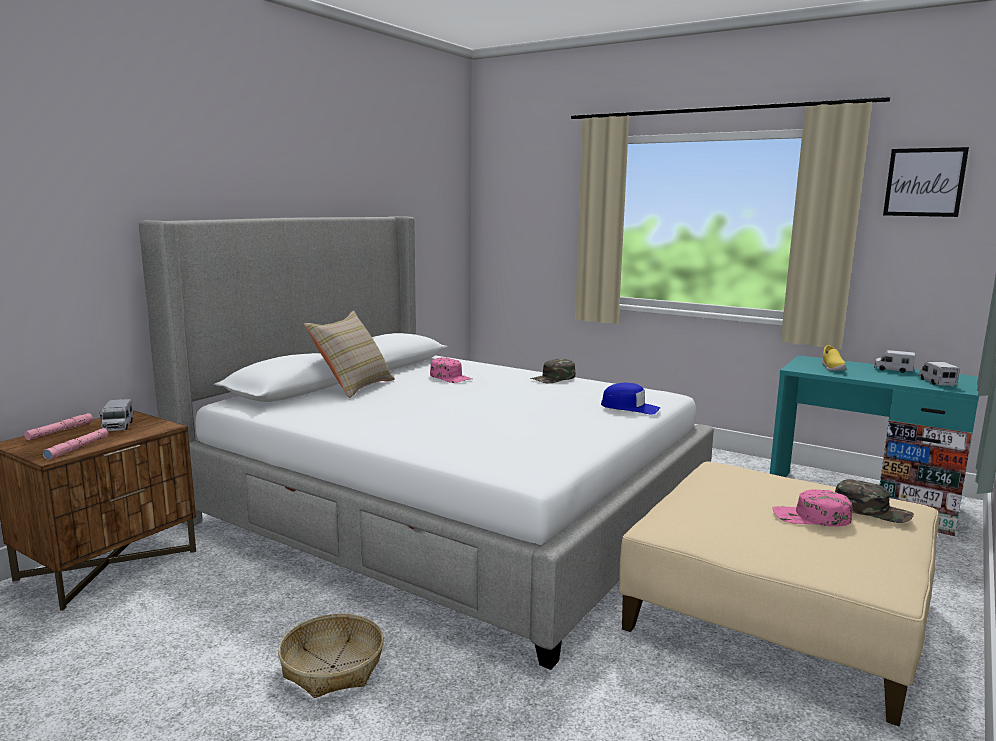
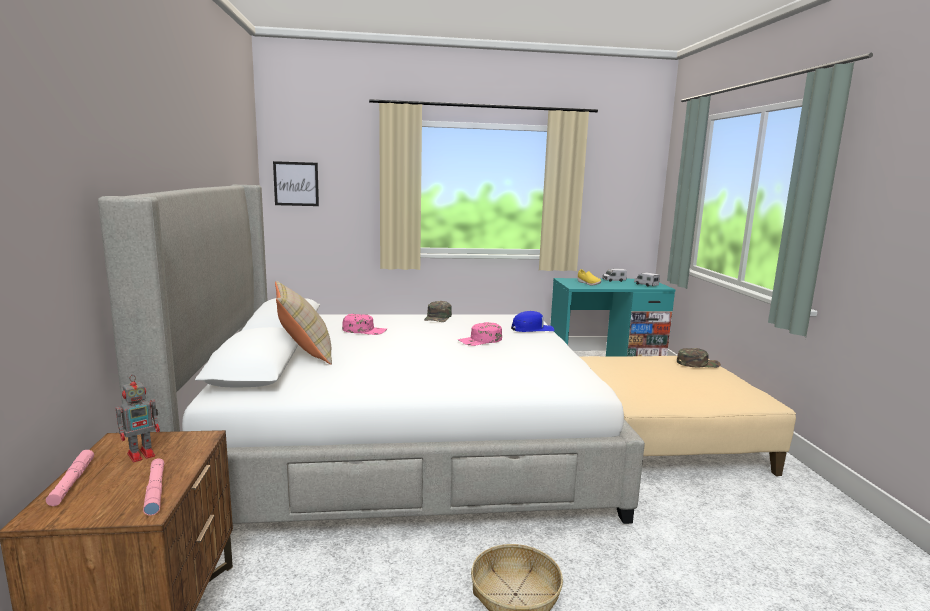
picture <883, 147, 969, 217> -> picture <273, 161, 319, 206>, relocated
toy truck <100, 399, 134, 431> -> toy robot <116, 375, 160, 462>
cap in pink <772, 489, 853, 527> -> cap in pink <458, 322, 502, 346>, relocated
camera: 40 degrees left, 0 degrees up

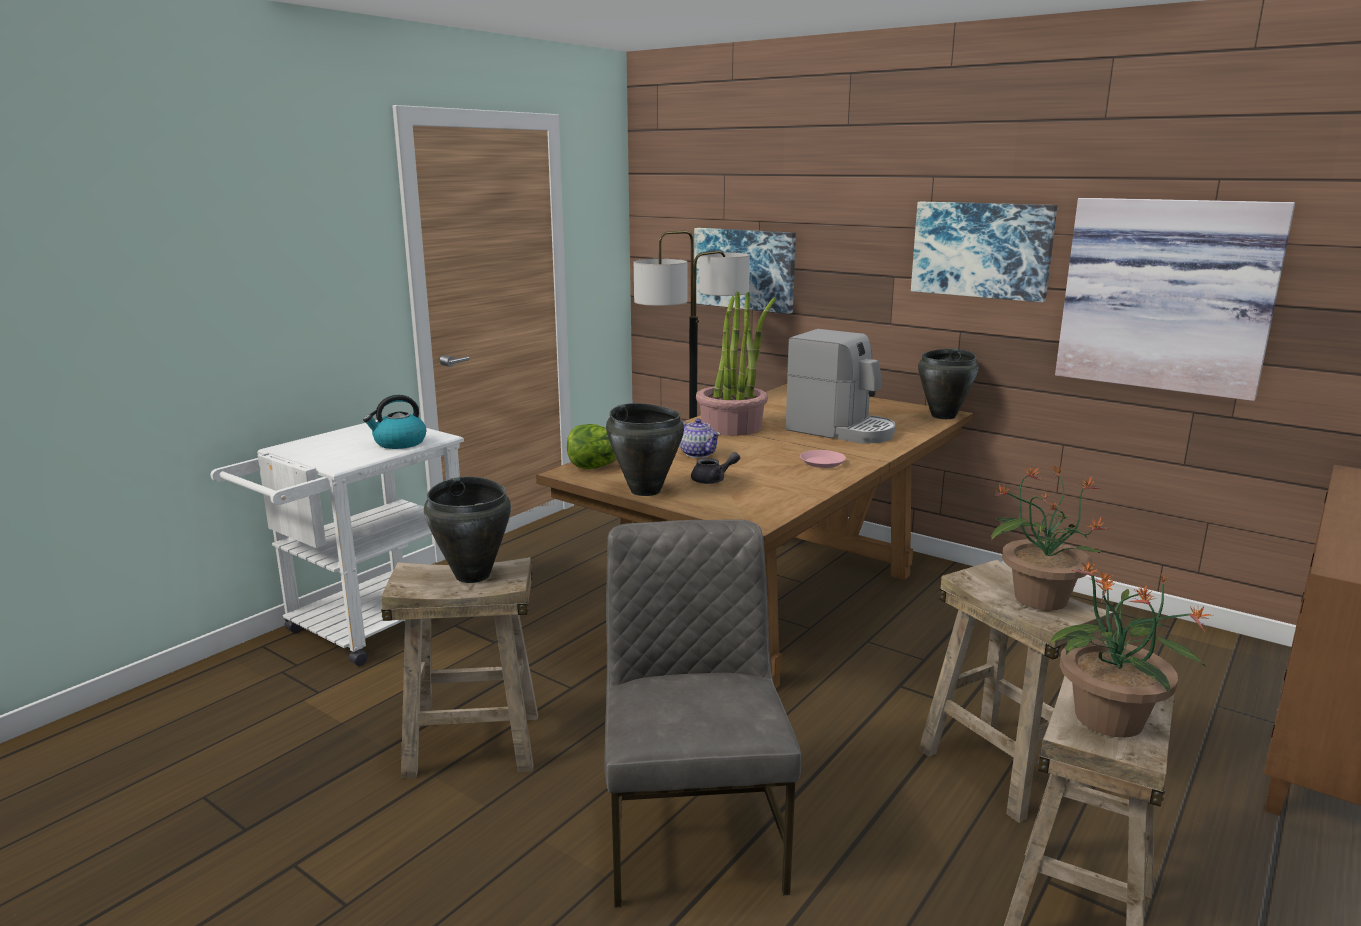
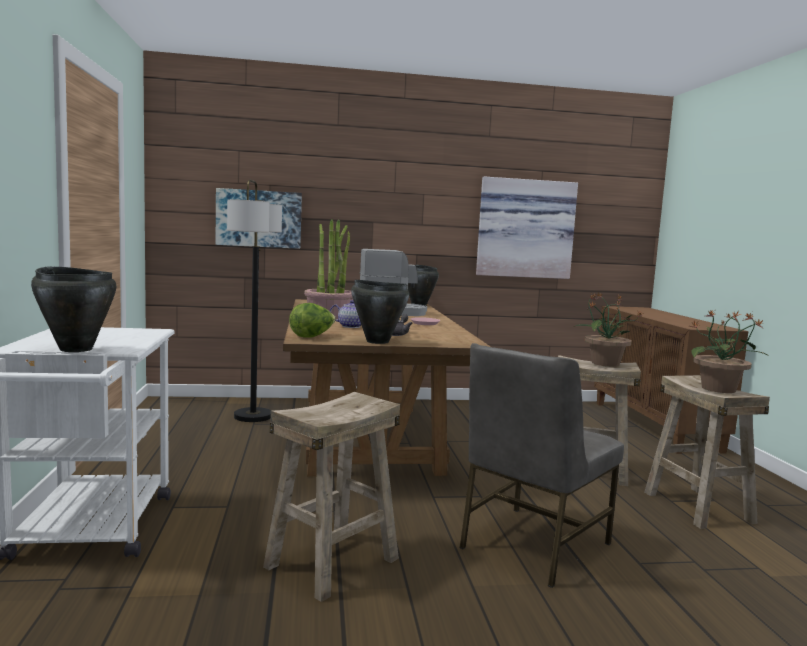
picture <911, 202, 1057, 302> -> none
kettle <363, 395, 426, 449> -> none
cooking pot in black <424, 477, 511, 583> -> cooking pot in black <31, 266, 116, 352>, relocated
chair in grey <604, 520, 801, 908> -> chair in grey <460, 343, 624, 588>, 90 degrees counterclockwise
camera: 45 degrees left, 10 degrees down

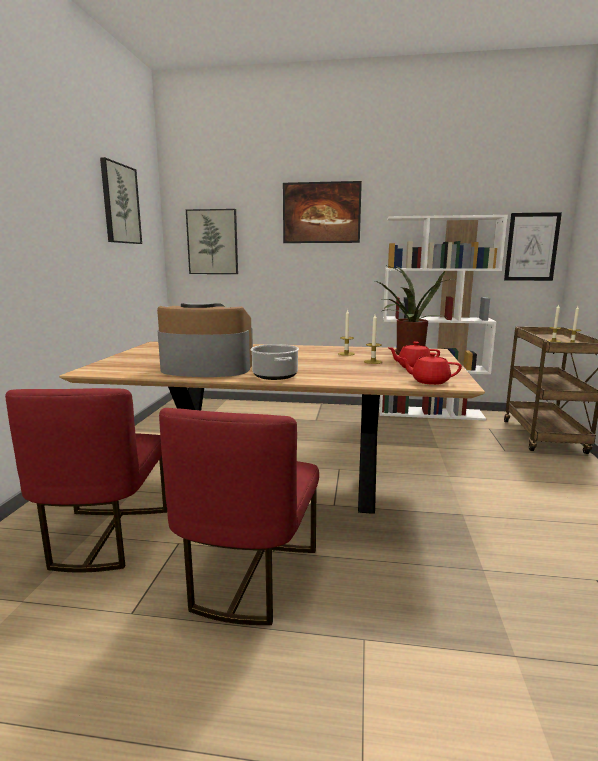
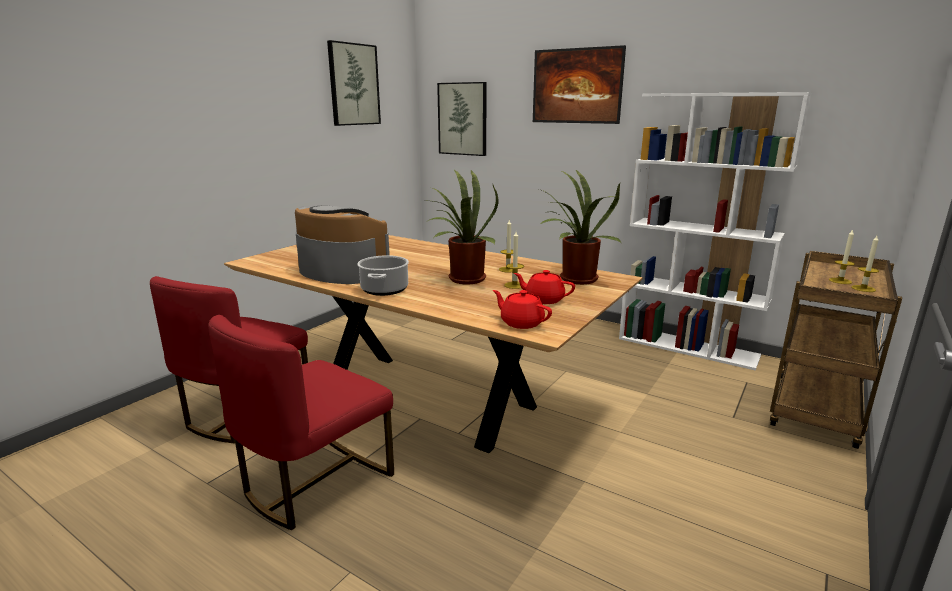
picture <504, 212, 562, 281> -> none
none -> potted plant <428, 169, 498, 284>
camera: 25 degrees right, 5 degrees up

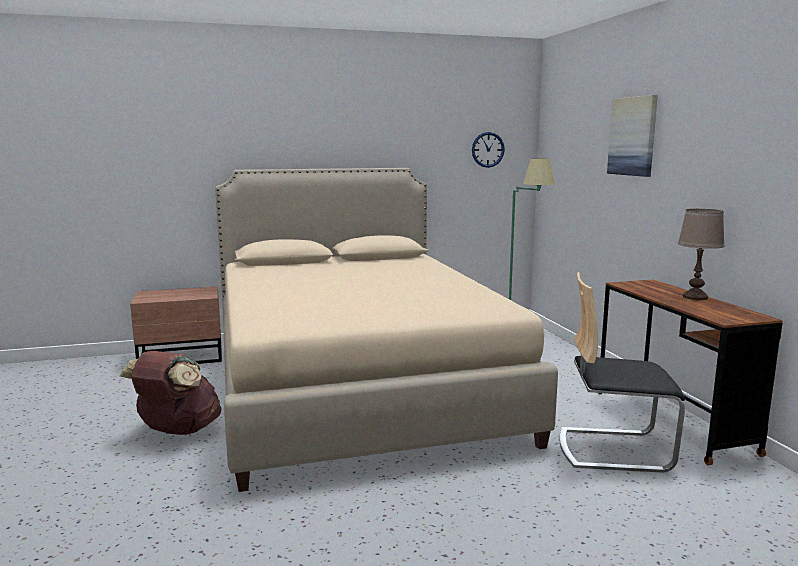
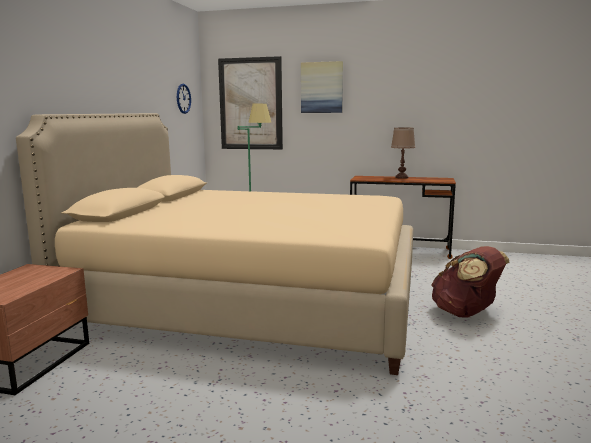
chair <560, 272, 685, 473> -> none
backpack in brown <120, 351, 221, 435> -> backpack in brown <431, 246, 509, 318>, relocated
none -> picture <218, 56, 283, 149>
camera: 60 degrees left, 0 degrees up

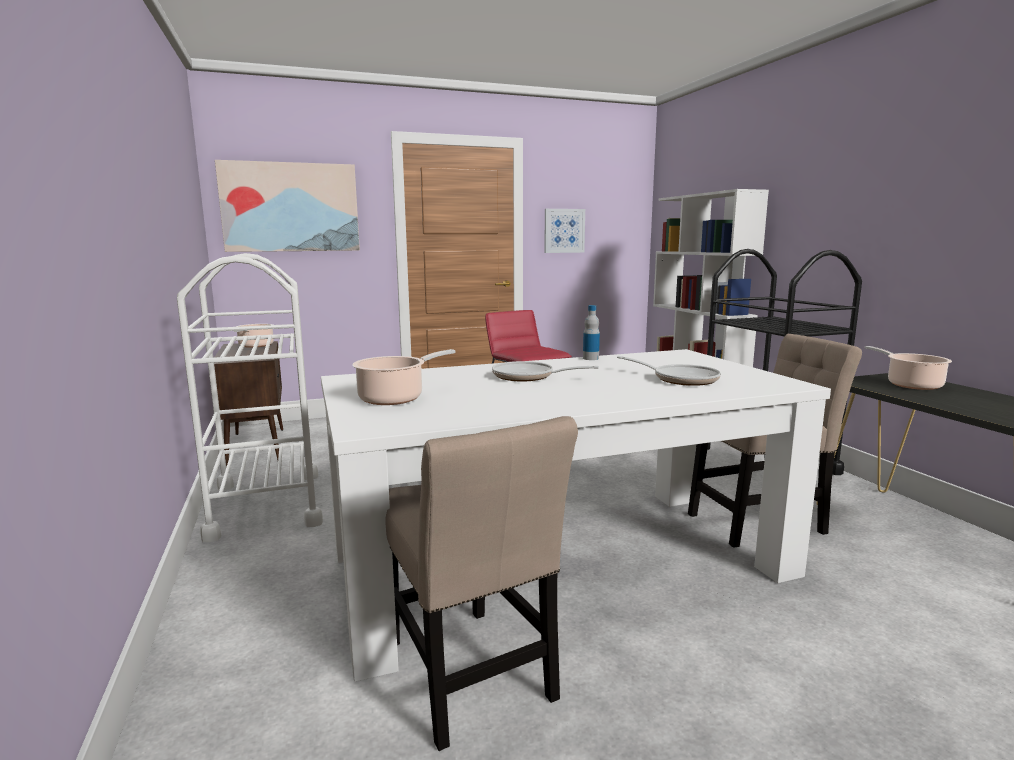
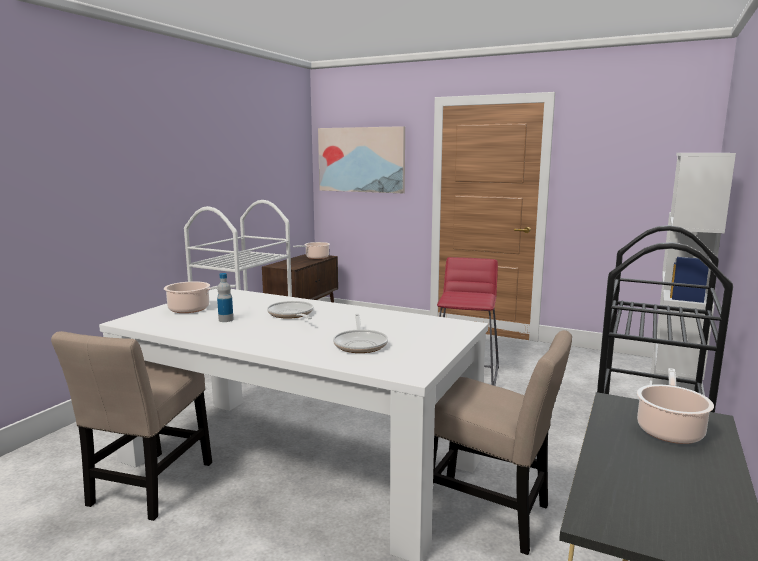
picture <544, 209, 585, 253> -> none
bottle <583, 305, 600, 360> -> bottle <217, 273, 234, 322>, relocated
camera: 45 degrees right, 0 degrees up

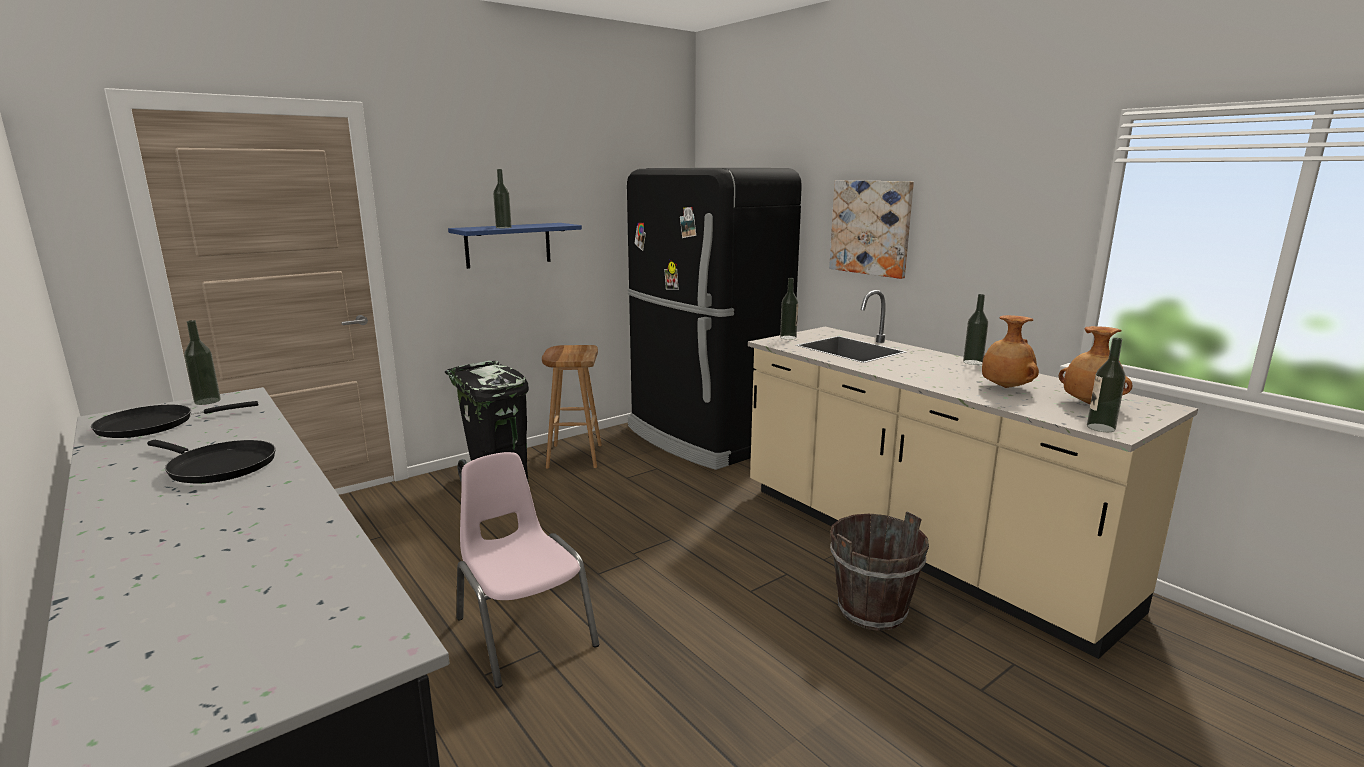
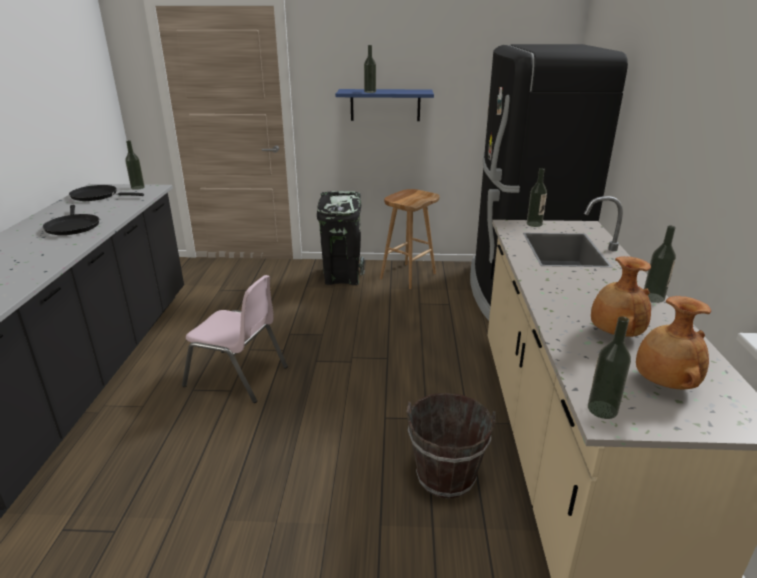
picture <829, 180, 914, 279> -> none
chair in pink <457, 452, 599, 688> -> chair in pink <182, 275, 288, 403>, 105 degrees clockwise
camera: 40 degrees right, 10 degrees up

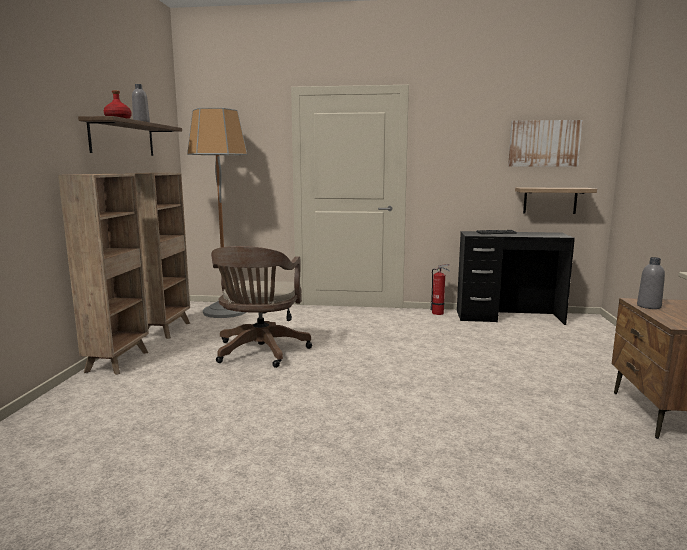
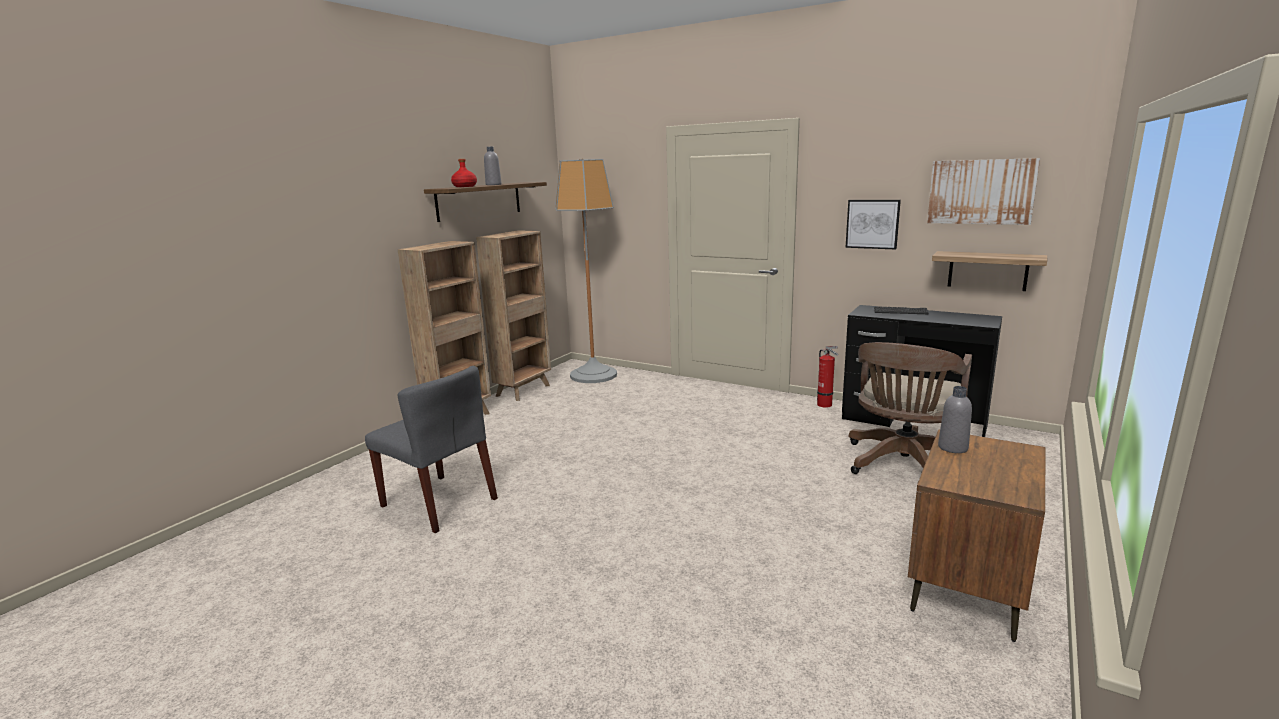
office chair in brown <211, 246, 312, 368> -> office chair in brown <849, 342, 972, 474>, relocated
none -> picture <845, 200, 901, 250>
none -> chair in grey <365, 366, 498, 533>
camera: 25 degrees right, 5 degrees up

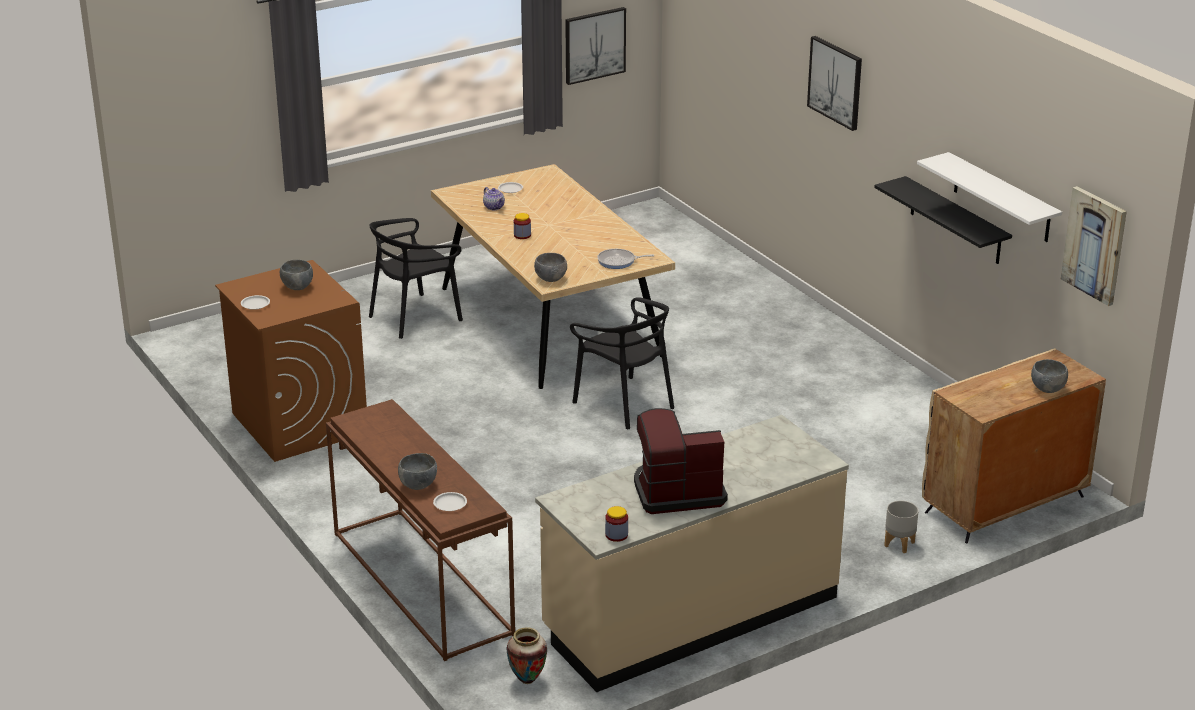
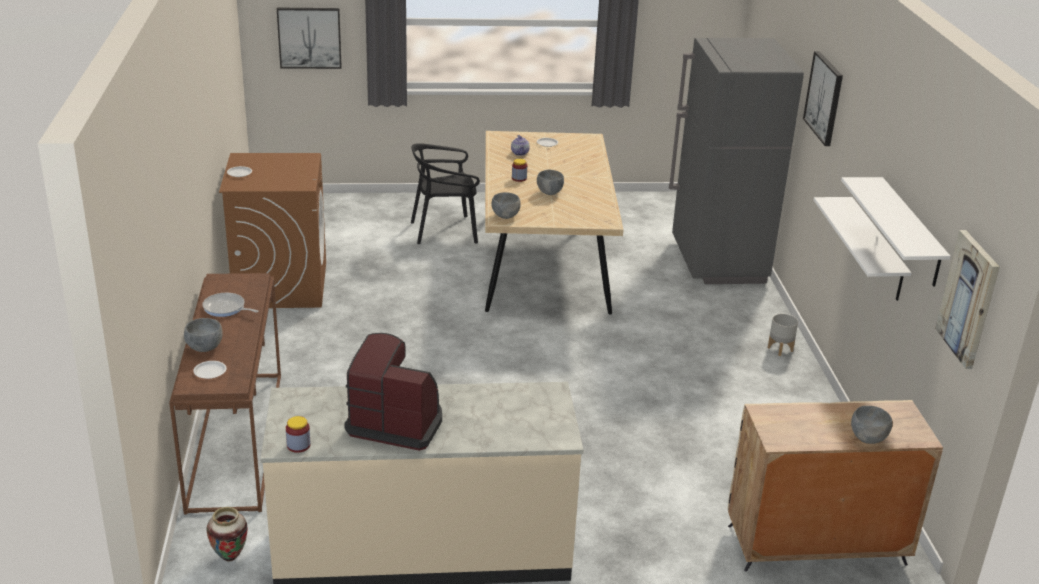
picture <565, 7, 626, 85> -> picture <277, 8, 342, 69>, relocated
shelf in black <874, 176, 1012, 264> -> shelf in white <814, 197, 911, 301>
frying pan <597, 249, 654, 269> -> frying pan <202, 293, 259, 317>, relocated
bowl in grey <280, 260, 313, 290> -> bowl in grey <537, 170, 564, 195>, relocated
chair in black <570, 297, 674, 429> -> none
planter in grey <884, 501, 919, 553> -> planter in grey <768, 314, 798, 356>, relocated
none -> fridge in grey <669, 38, 804, 284>
camera: 25 degrees right, 0 degrees up

